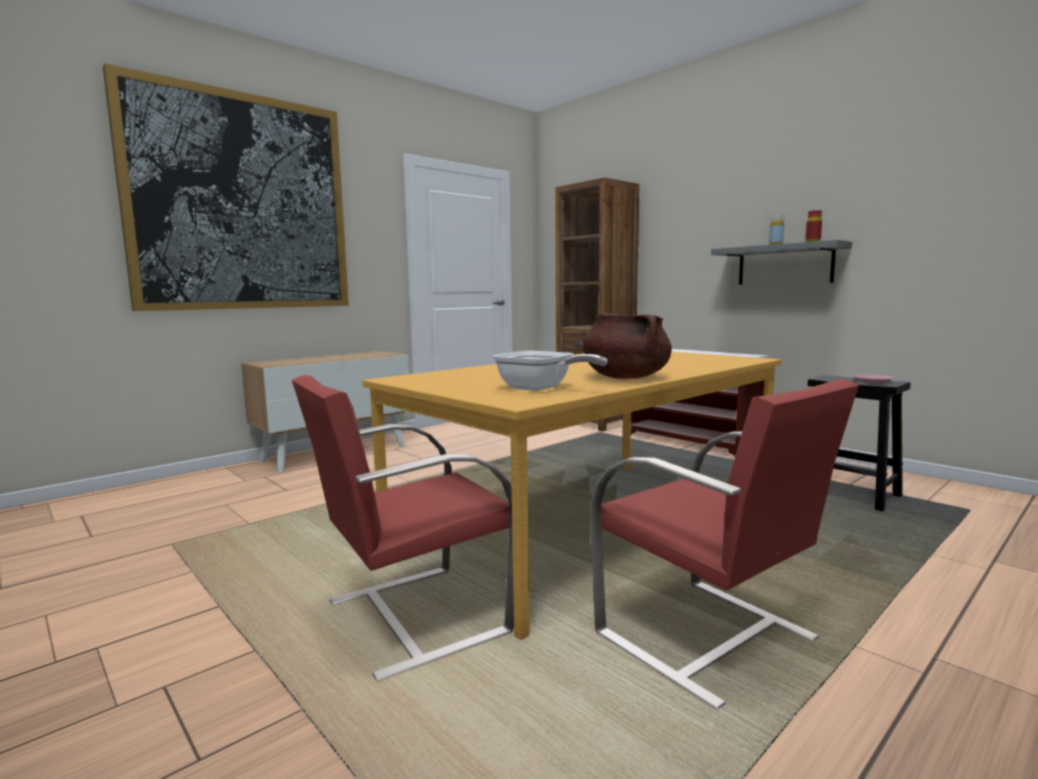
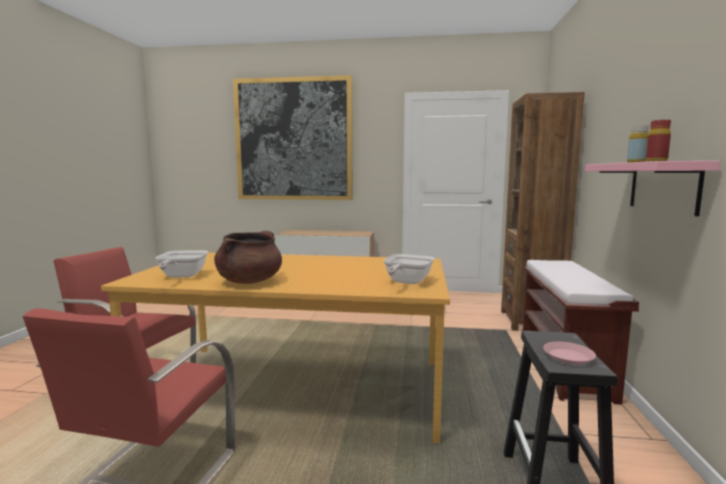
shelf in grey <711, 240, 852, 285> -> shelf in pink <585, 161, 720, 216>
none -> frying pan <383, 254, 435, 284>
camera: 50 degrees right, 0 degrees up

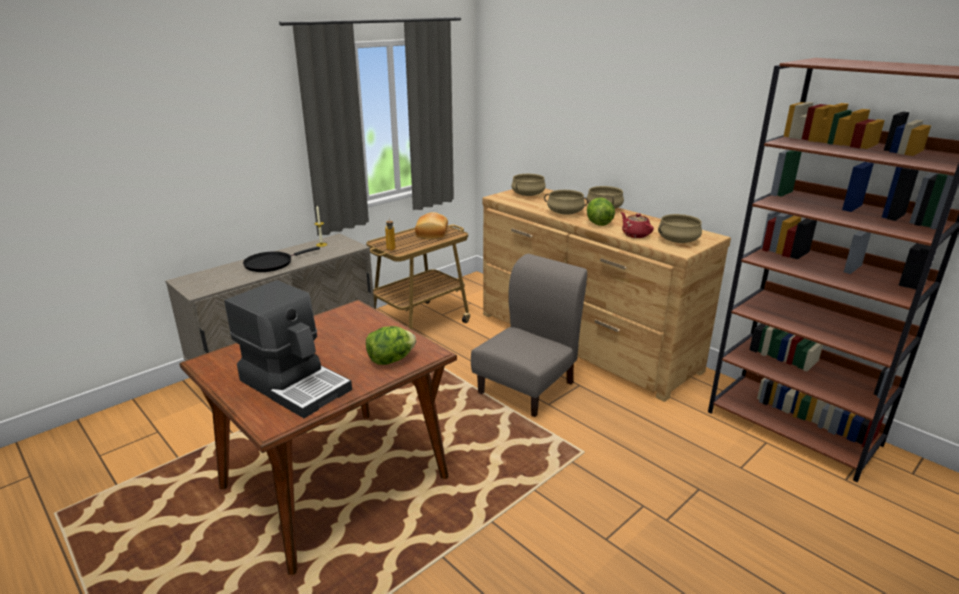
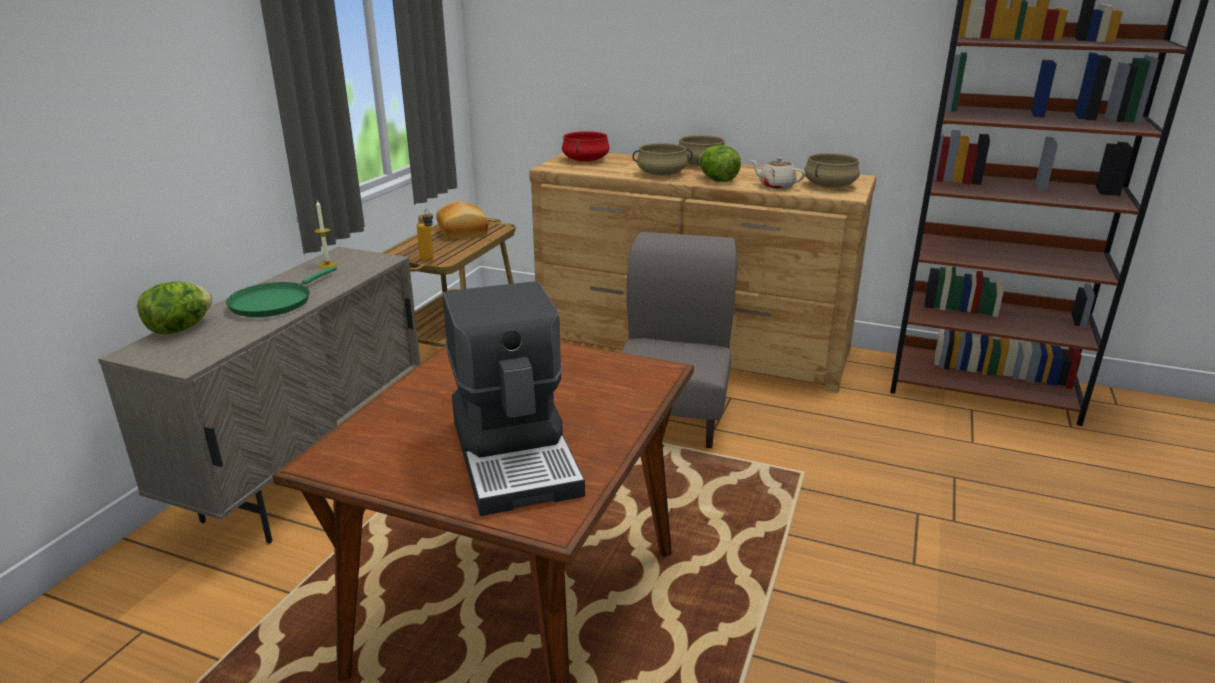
cooking pot in beige <511, 174, 546, 196> -> cooking pot in red <562, 131, 610, 161>
teapot in red <621, 212, 654, 238> -> teapot in beige <750, 157, 805, 189>
frying pan in black <243, 246, 320, 272> -> frying pan in green <226, 266, 337, 317>
coffee machine <225, 280, 352, 418> -> coffee machine <443, 281, 585, 516>, 60 degrees clockwise
lettuce <366, 326, 416, 365> -> lettuce <137, 282, 213, 334>, relocated
camera: 25 degrees left, 0 degrees up

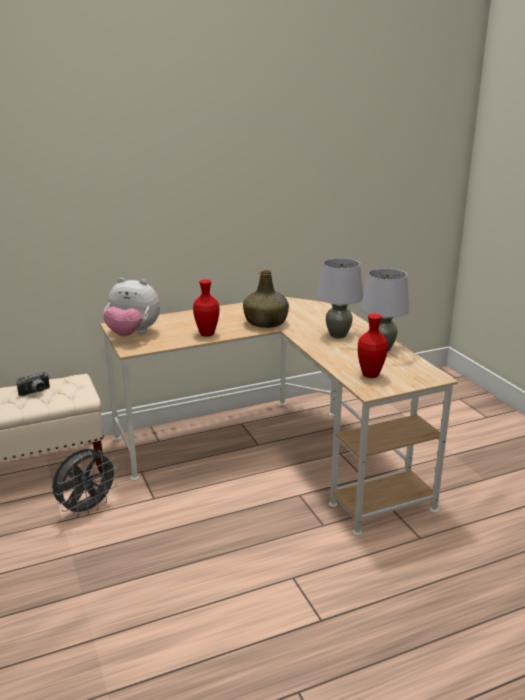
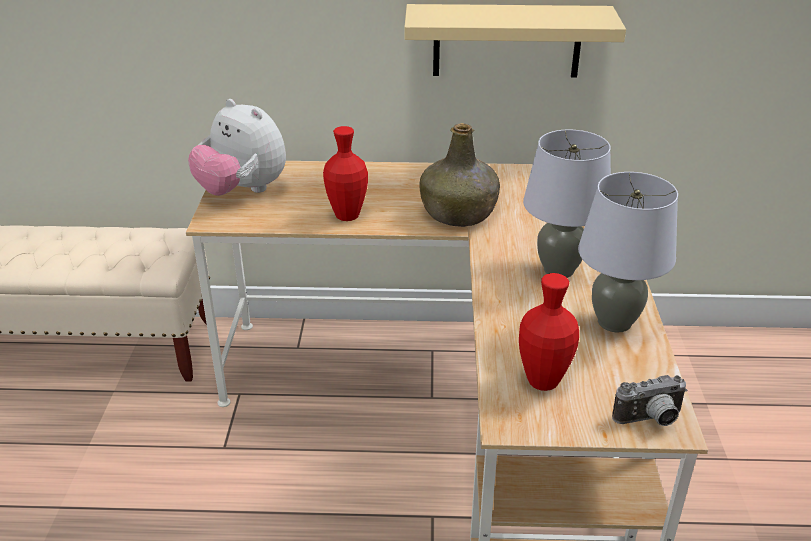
photo camera <16, 371, 50, 396> -> photo camera <612, 375, 687, 426>, relocated
fan in grey <52, 449, 119, 517> -> none
none -> shelf in beige <404, 4, 626, 77>
camera: 25 degrees right, 10 degrees up

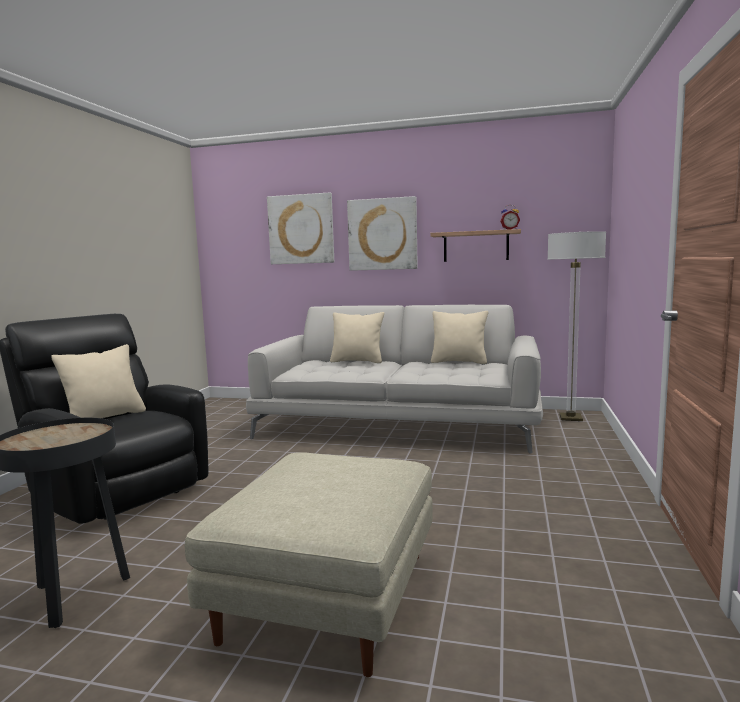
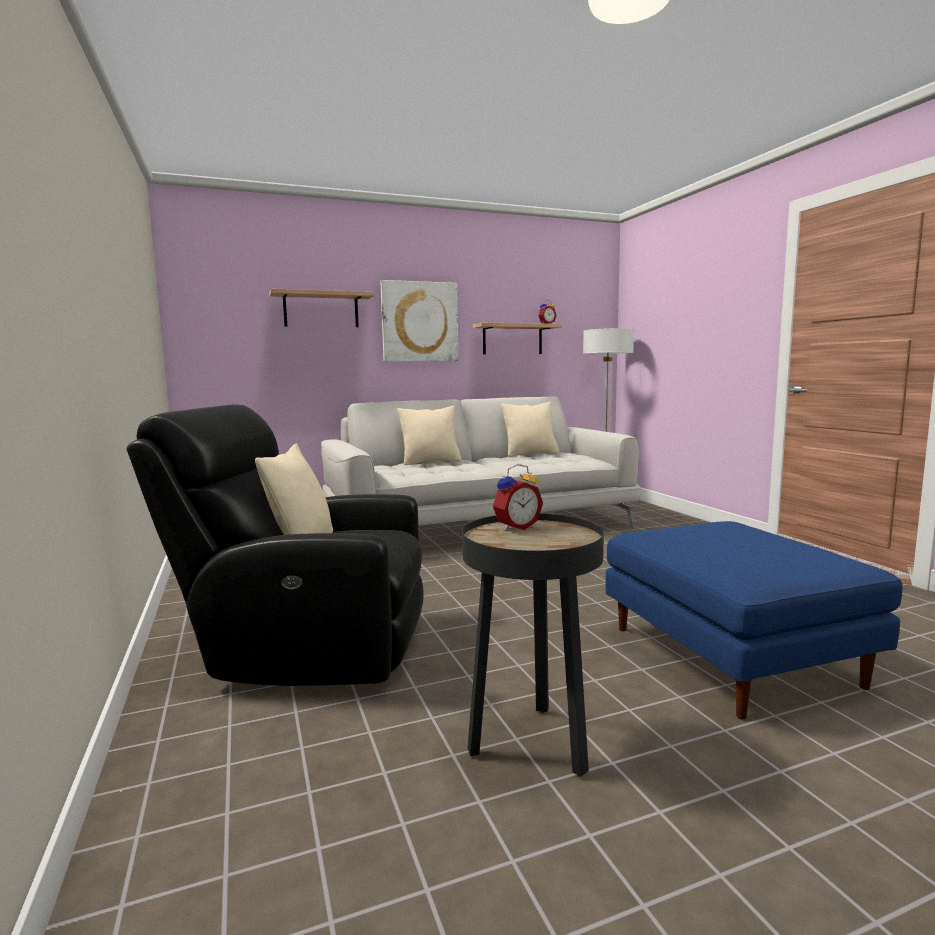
picture <267, 192, 334, 264> -> shelf <269, 289, 374, 327>
ottoman in beige <185, 452, 433, 677> -> ottoman in blue <605, 521, 902, 720>
none -> alarm clock <493, 464, 543, 531>
camera: 35 degrees left, 0 degrees up

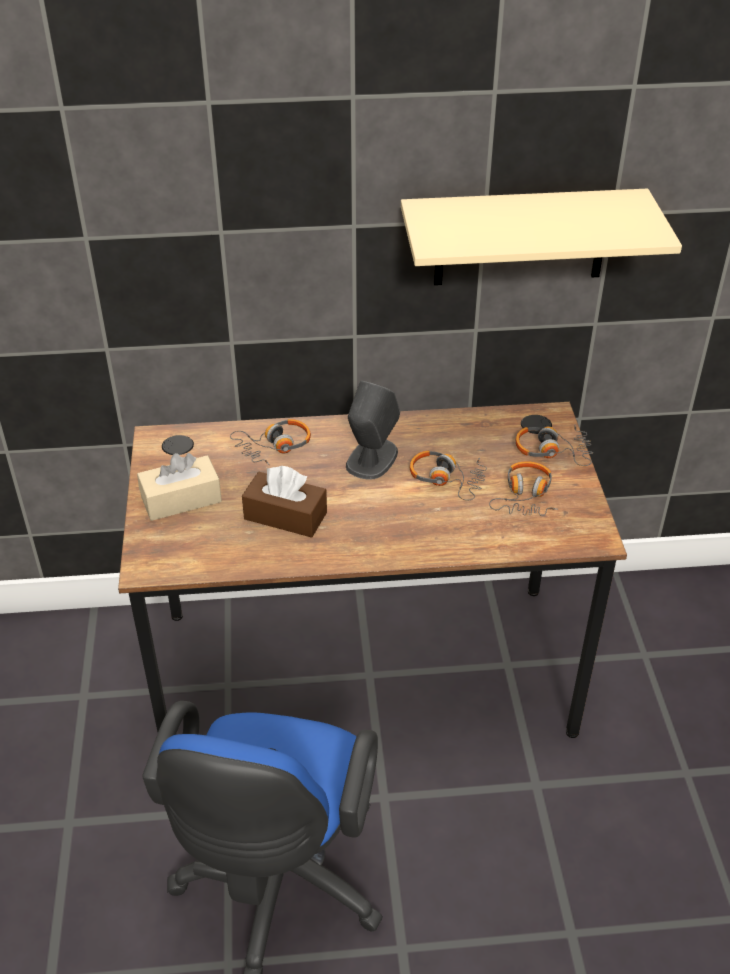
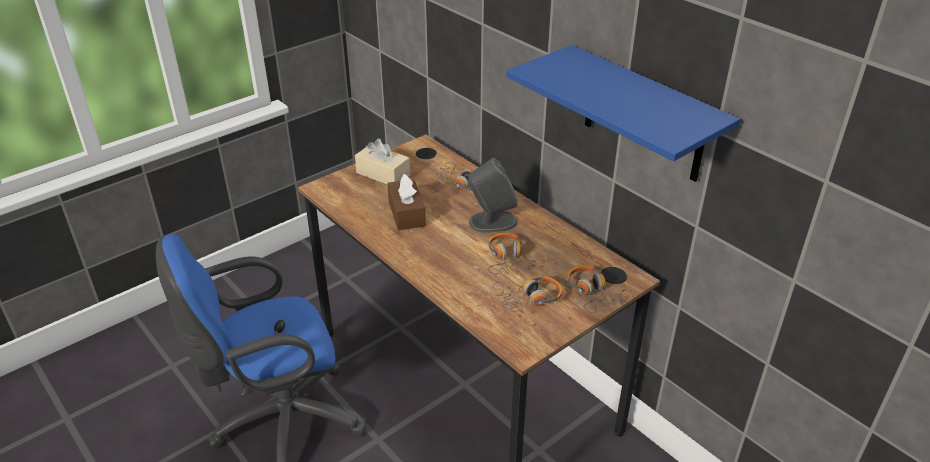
shelf in beige <401, 189, 682, 285> -> shelf in blue <506, 45, 741, 182>
camera: 55 degrees right, 5 degrees down

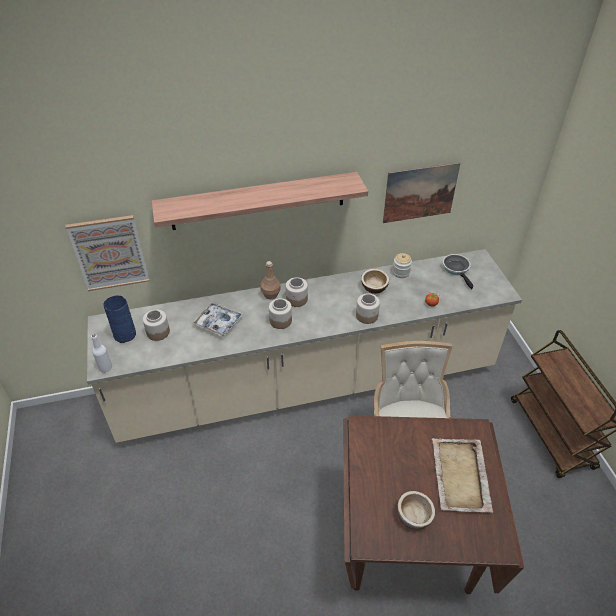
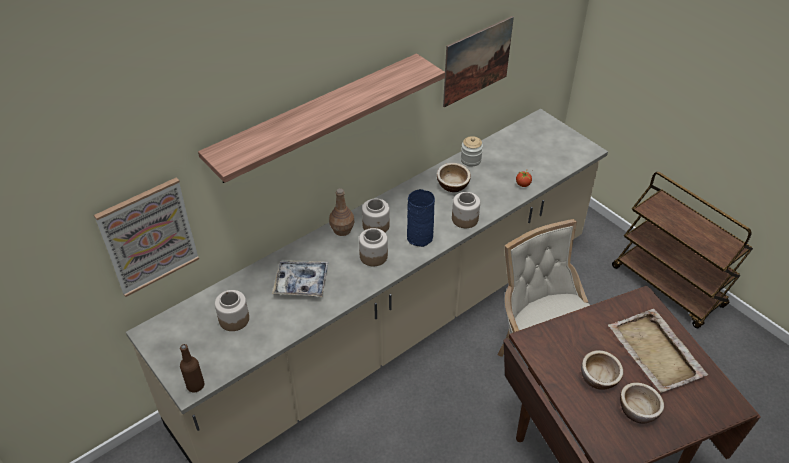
frying pan <442, 254, 473, 290> -> none
vase in blue <103, 296, 136, 343> -> vase in blue <407, 189, 435, 247>, relocated
bottle in white <91, 334, 112, 373> -> bottle in brown <180, 344, 204, 392>
none -> bowl <581, 350, 623, 390>
camera: 25 degrees left, 0 degrees up

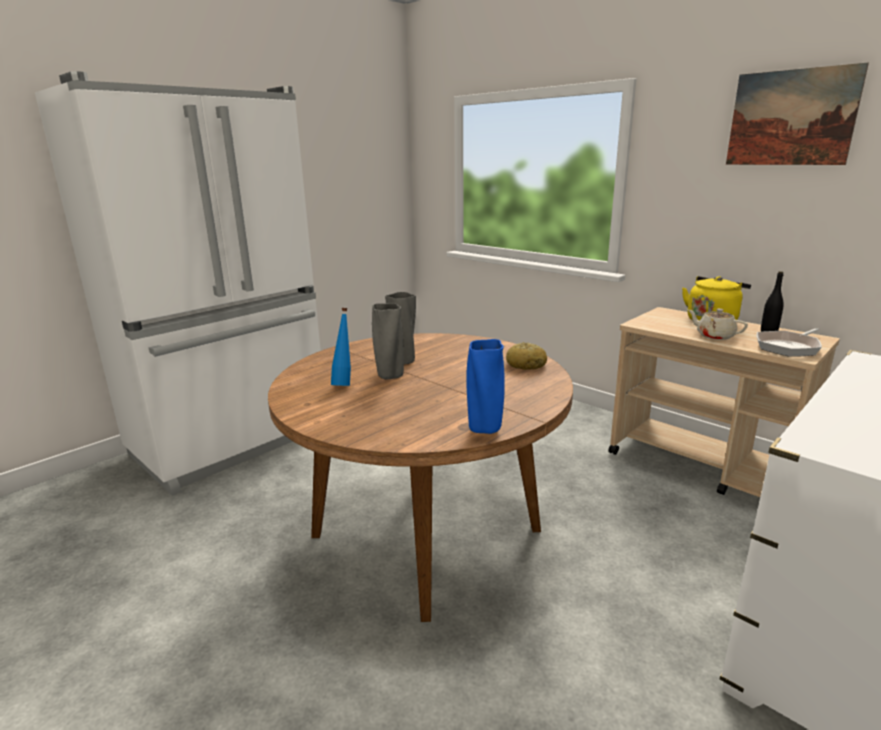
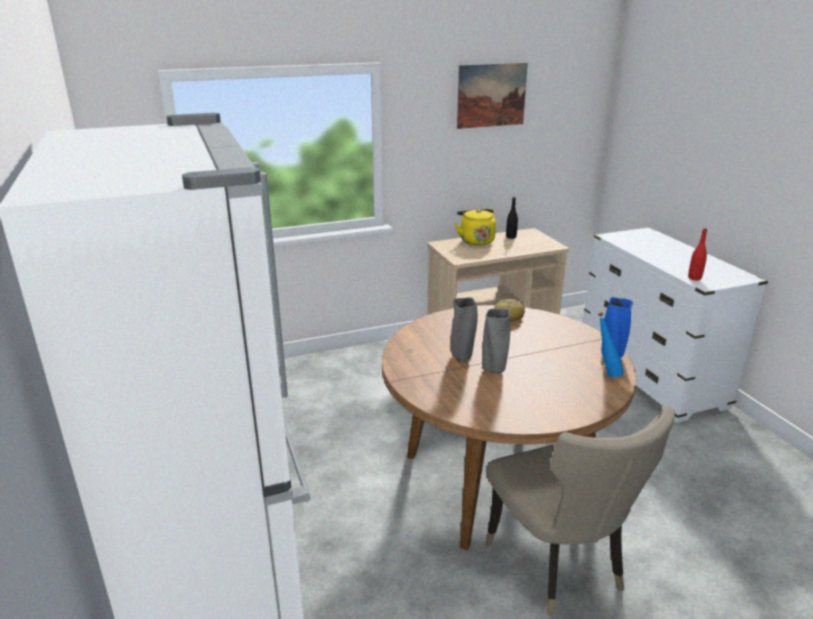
bottle in blue <331, 308, 351, 386> -> bottle in blue <598, 312, 624, 377>, relocated
teapot in beige <688, 309, 748, 340> -> none
frying pan <756, 328, 822, 357> -> none
none -> bottle in red <688, 228, 707, 280>
none -> chair in beige <486, 406, 675, 616>
camera: 65 degrees left, 5 degrees up

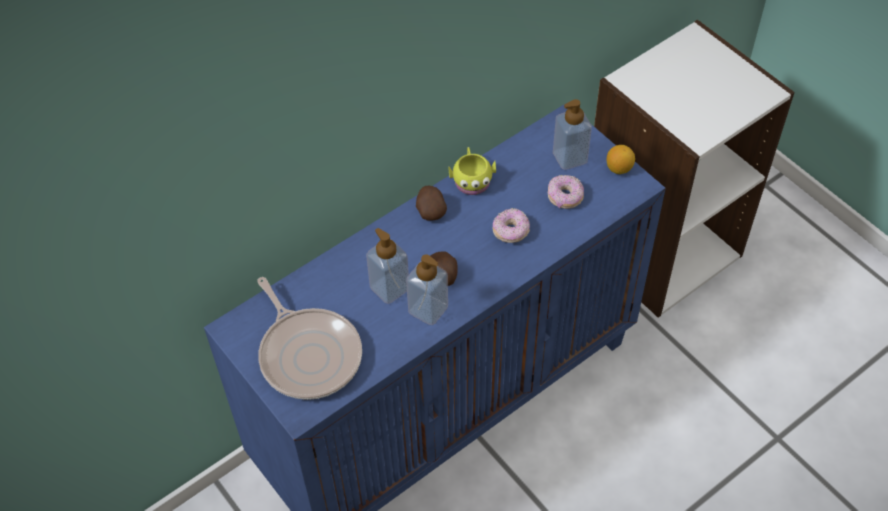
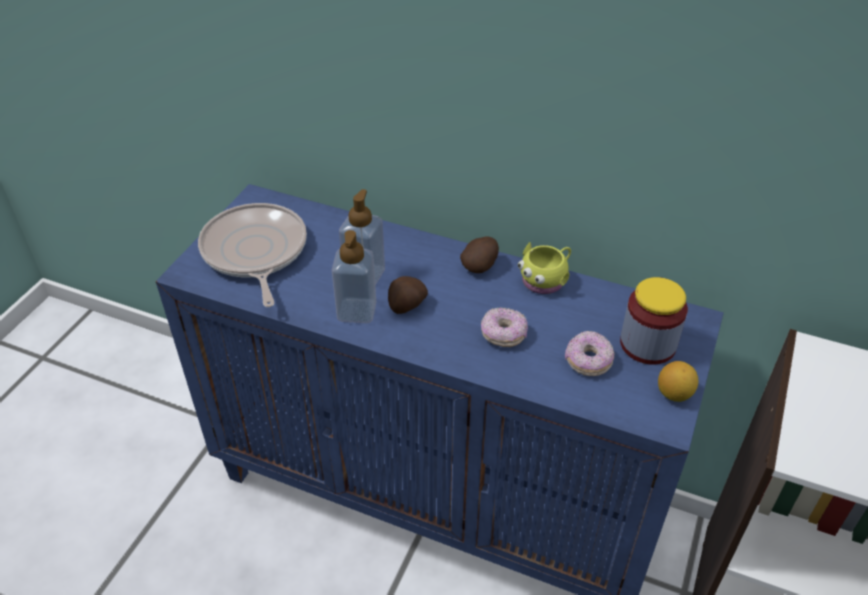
soap dispenser <553, 99, 592, 170> -> jar <620, 277, 688, 365>
frying pan <257, 277, 362, 400> -> frying pan <198, 203, 307, 307>, 135 degrees clockwise
camera: 60 degrees right, 10 degrees down

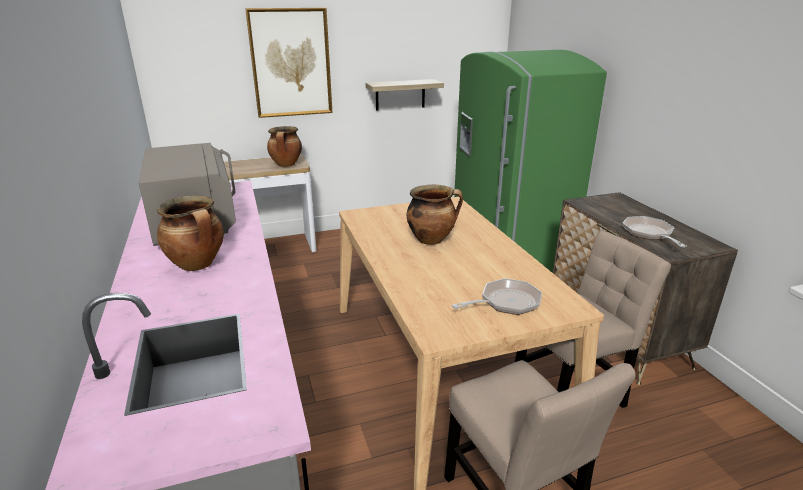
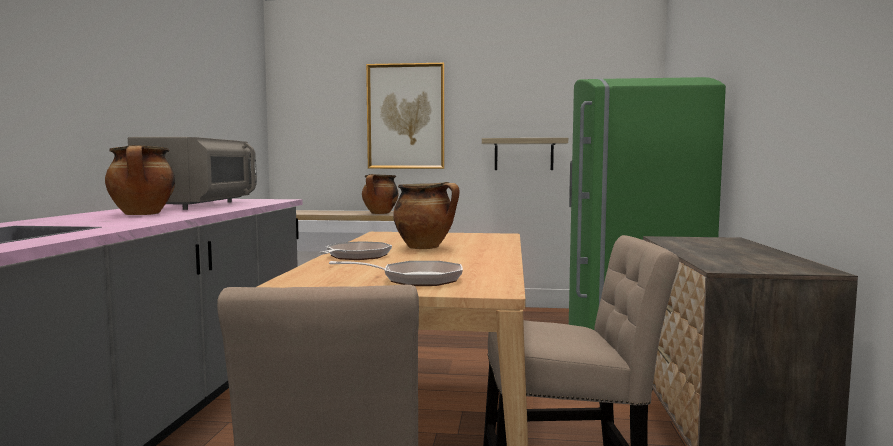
frying pan <622, 216, 686, 247> -> frying pan <319, 241, 392, 260>, relocated
camera: 25 degrees right, 20 degrees down

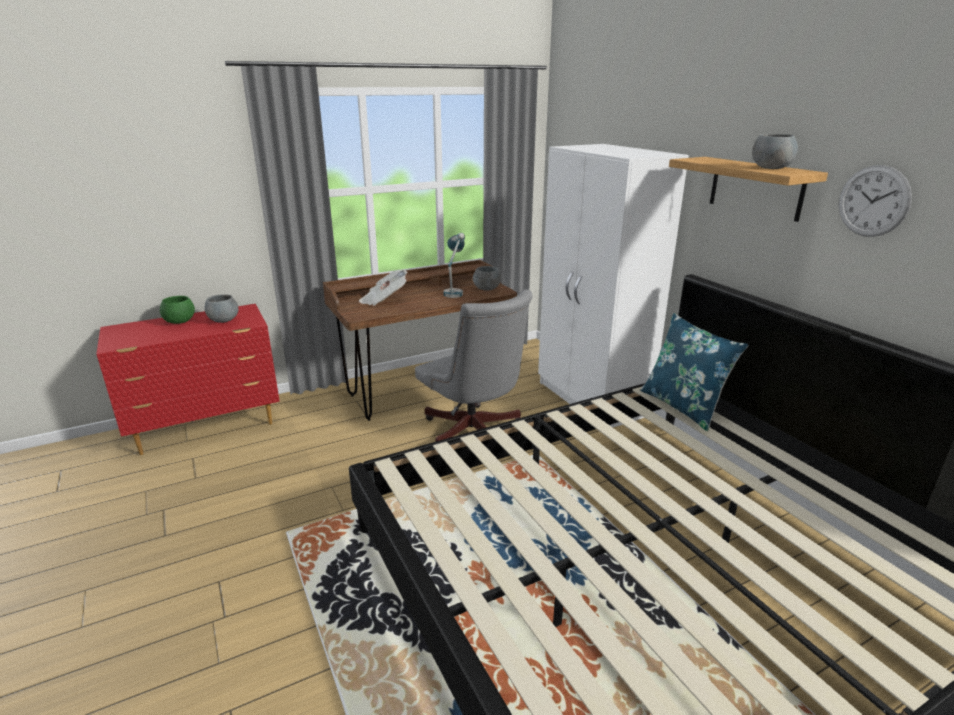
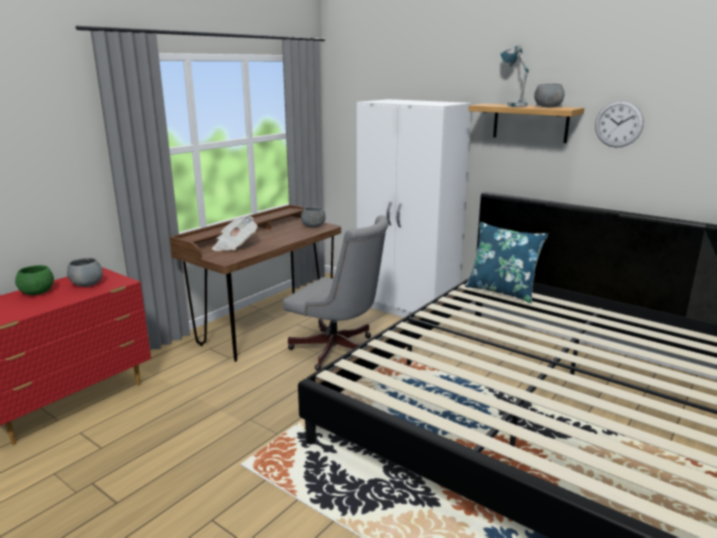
table lamp <444, 233, 465, 298> -> table lamp <500, 45, 529, 107>, relocated
camera: 25 degrees left, 5 degrees down

